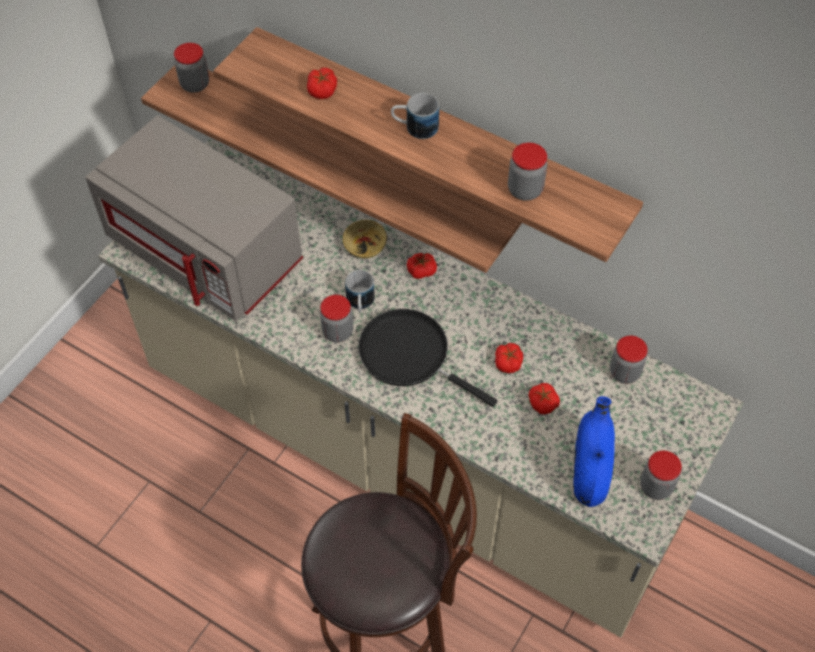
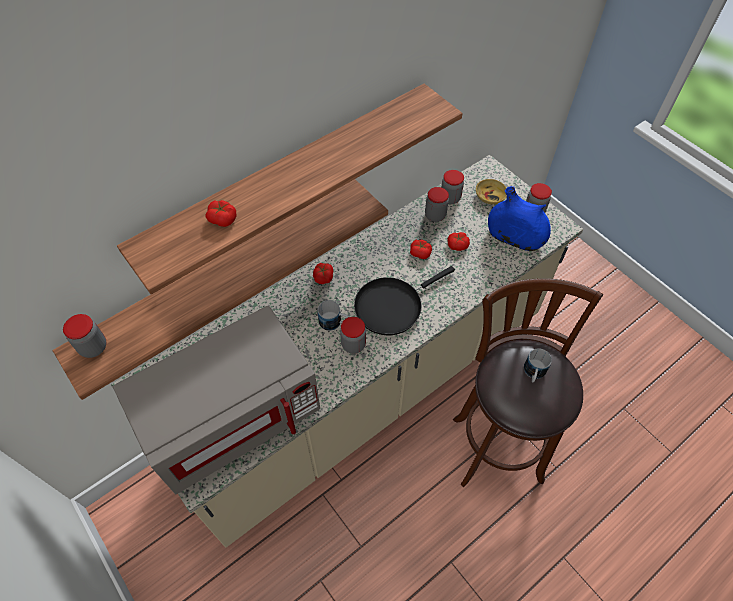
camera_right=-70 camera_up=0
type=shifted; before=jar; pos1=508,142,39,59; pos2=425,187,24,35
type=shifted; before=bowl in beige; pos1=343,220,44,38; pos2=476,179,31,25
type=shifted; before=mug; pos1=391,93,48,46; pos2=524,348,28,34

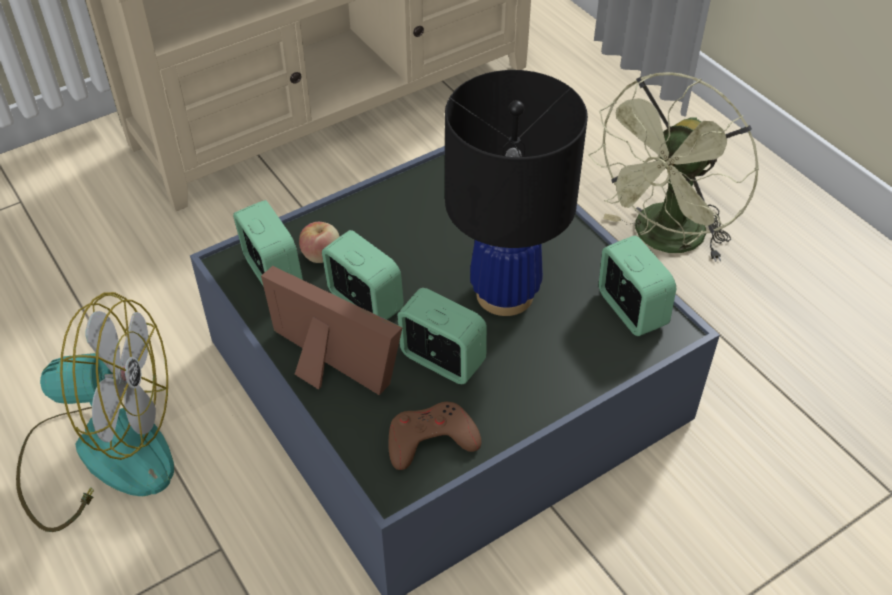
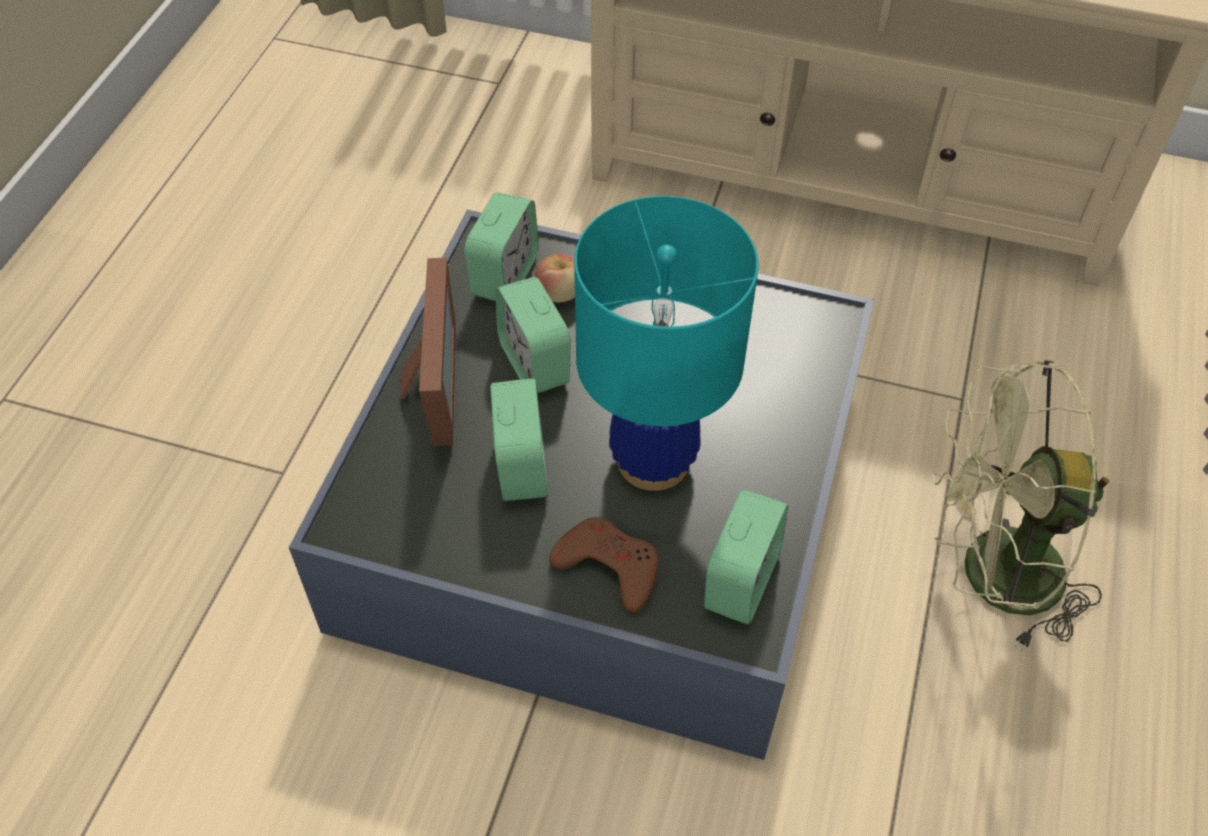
camera_right=50 camera_up=5
type=rotated; before=alarm clock; pos1=322,230,82,90; pos2=495,277,76,116; turn=150
type=shifted; before=game controller in brown; pos1=388,402,93,68; pos2=549,517,110,96
type=repainted; before=table lamp in black; after=table lamp in turquoise; pos1=445,70,143,246; pos2=574,196,185,295
type=gone; before=fan; pos1=16,292,158,240

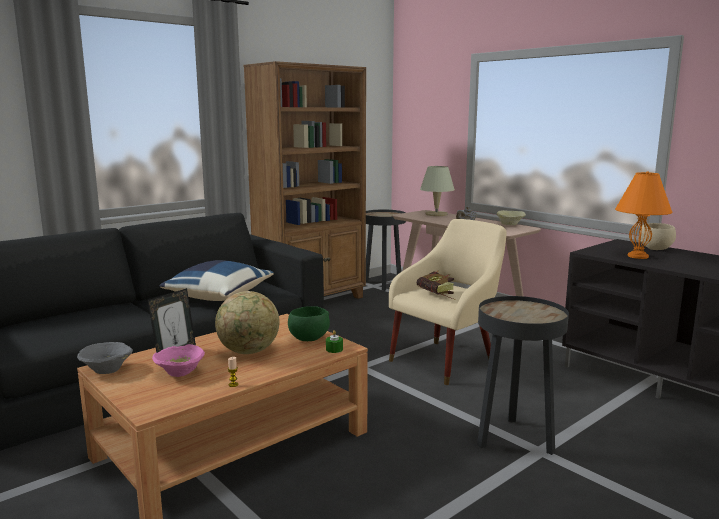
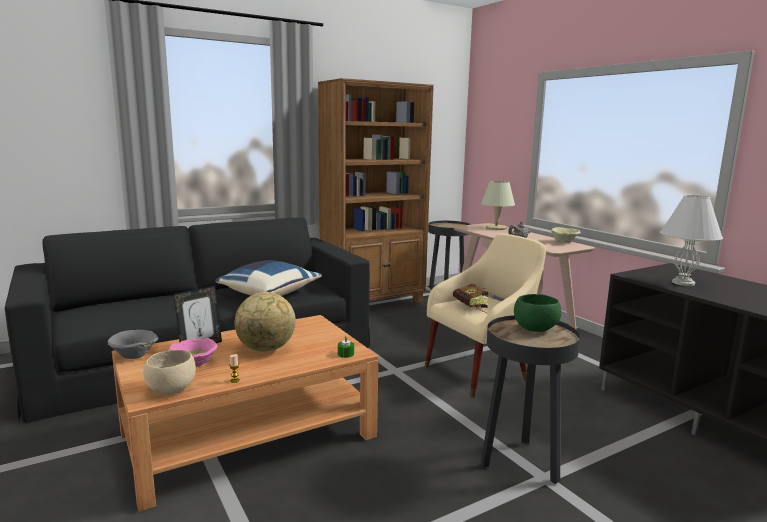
camera_right=10 camera_up=0
type=shifted; before=bowl in beige; pos1=639,223,37,27; pos2=143,350,53,45
type=shifted; before=bowl in green; pos1=288,306,42,35; pos2=514,294,47,38
type=repainted; before=table lamp in orange; after=table lamp in white; pos1=615,171,57,88; pos2=660,194,63,92

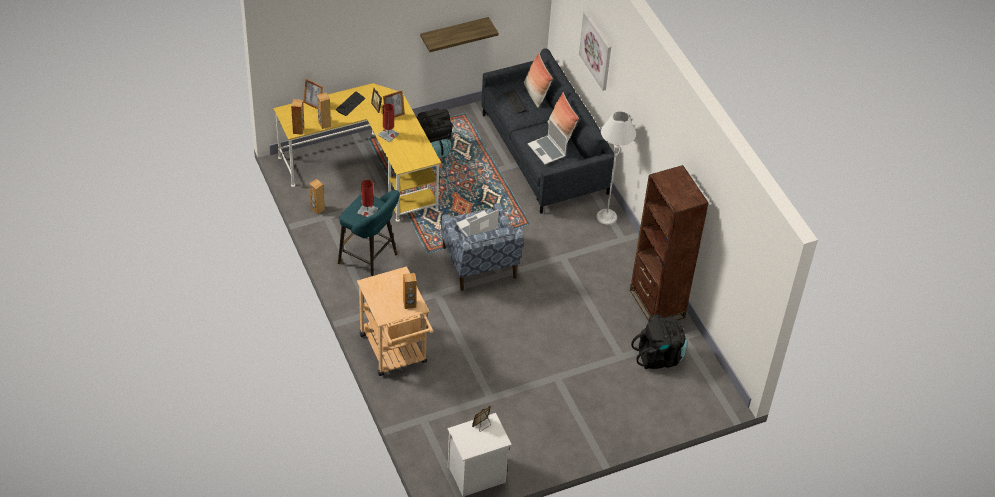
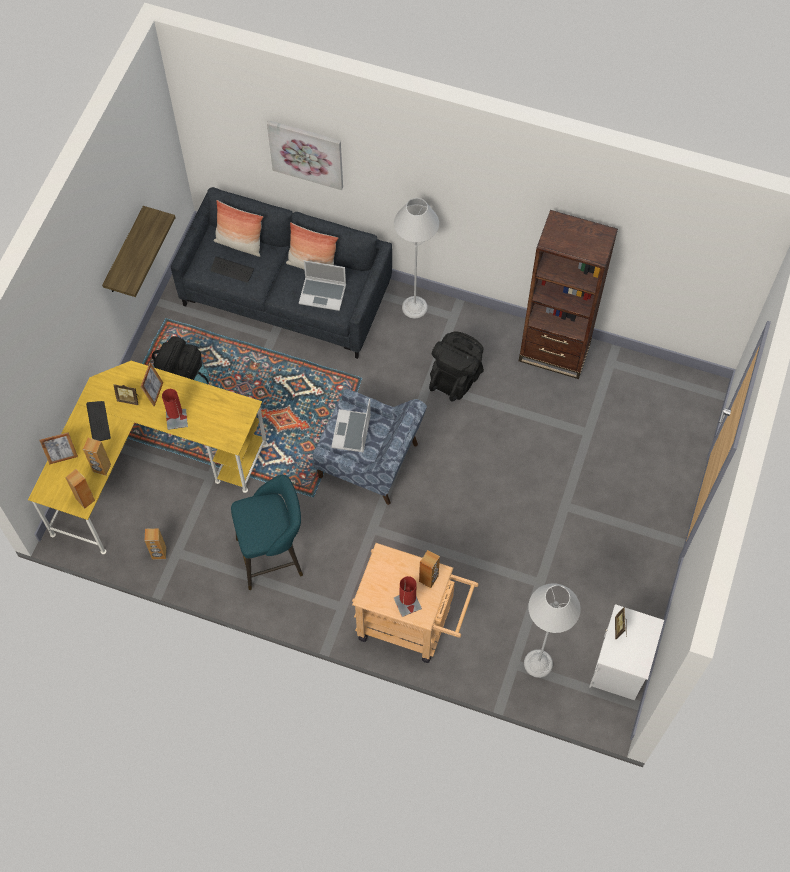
camera_right=-45 camera_up=15
type=shifted; before=table lamp in red; pos1=357,180,21,37; pos2=394,576,28,41
type=shifted; before=backpack in black; pos1=631,314,56,55; pos2=429,331,55,71
type=new; after=floor lamp in grey; pos2=524,583,57,95

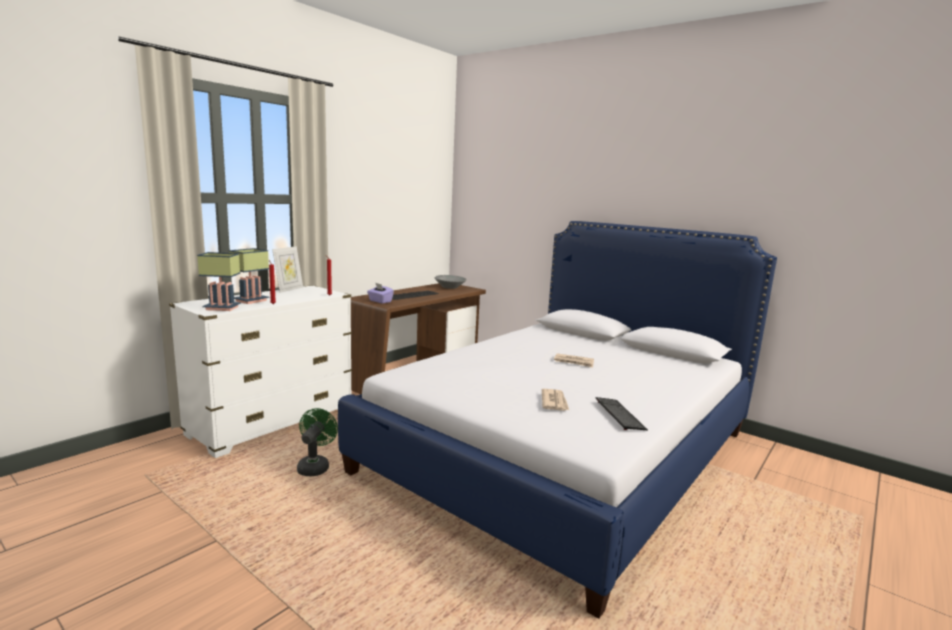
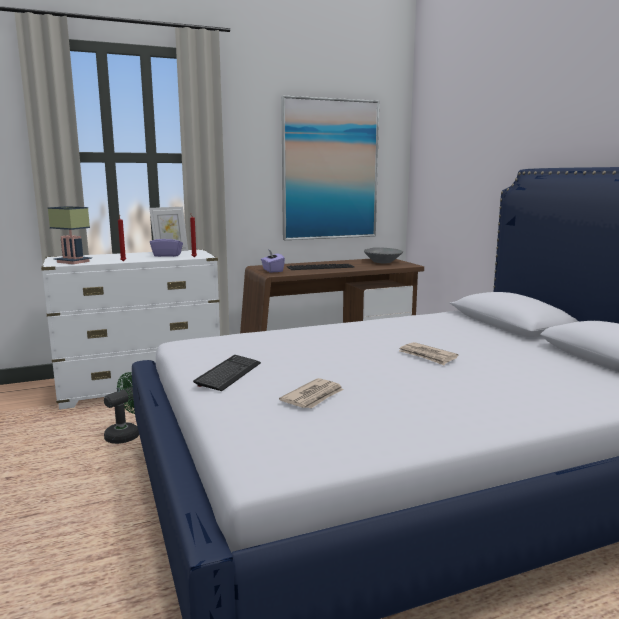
camera_right=30 camera_up=0
type=new; after=tissue box in purple; pos2=150,232,33,25
type=shifted; before=keyboard; pos1=596,397,52,33; pos2=193,355,68,36
type=new; after=picture; pos2=281,95,98,145
type=gone; before=table lamp; pos1=229,248,41,56

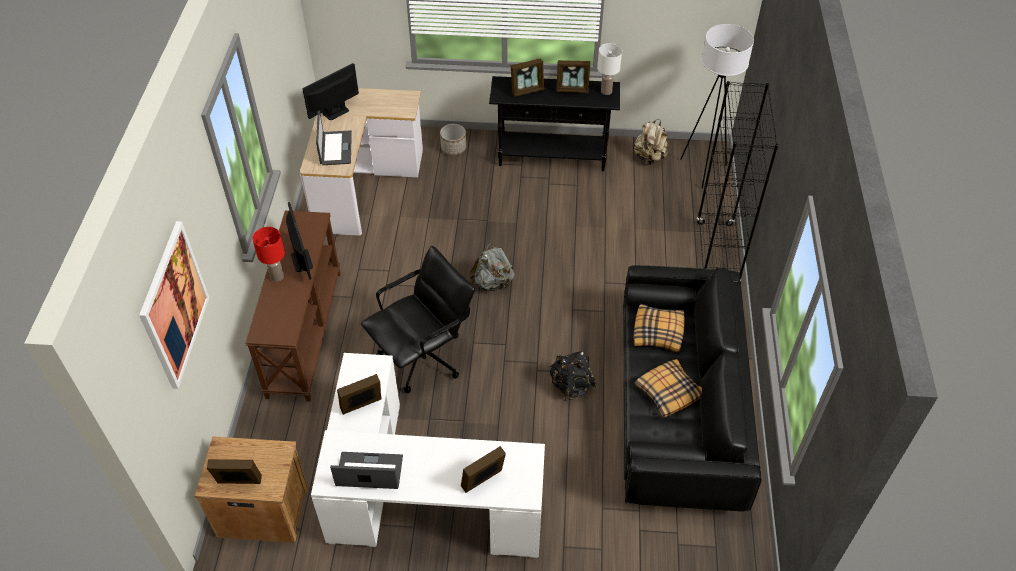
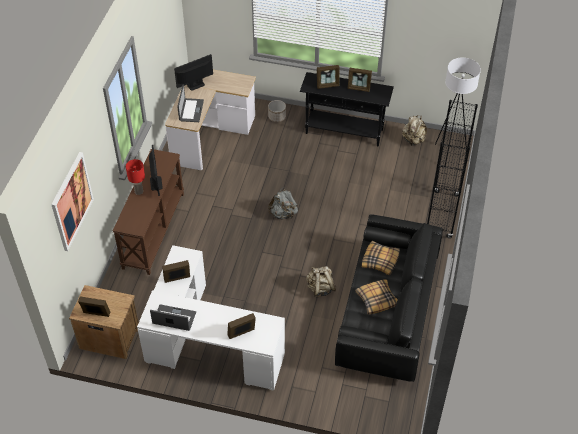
camera_right=10 camera_up=0
type=repainted; before=backpack in black; after=backpack in beige; pos1=550,351,47,49; pos2=306,266,31,31
type=gone; before=office chair in black; pos1=361,246,114,147
type=gone; before=table lamp in white; pos1=597,43,25,52

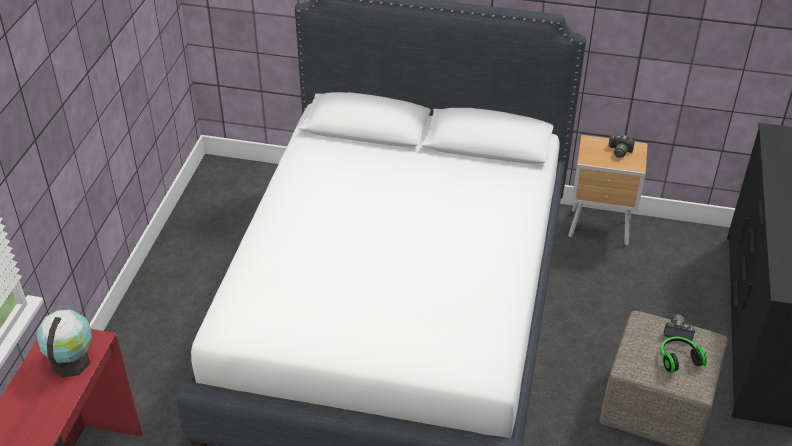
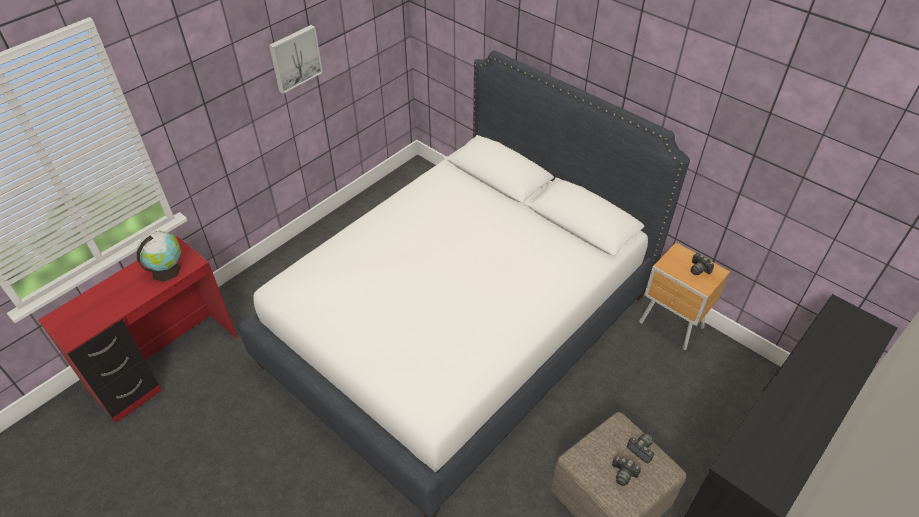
camera_right=30 camera_up=5
type=new; after=picture; pos2=269,25,54,69
type=swapped; before=headphones; after=photo camera; pos1=660,337,47,37; pos2=612,455,29,31

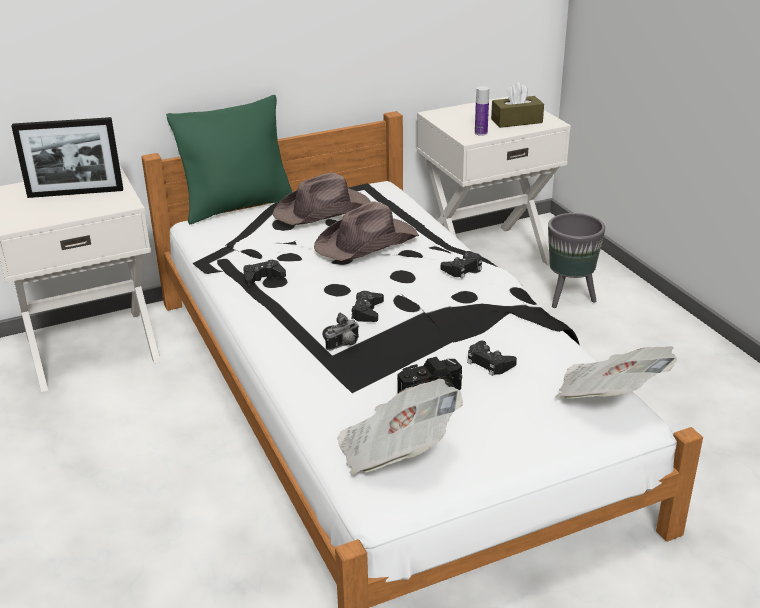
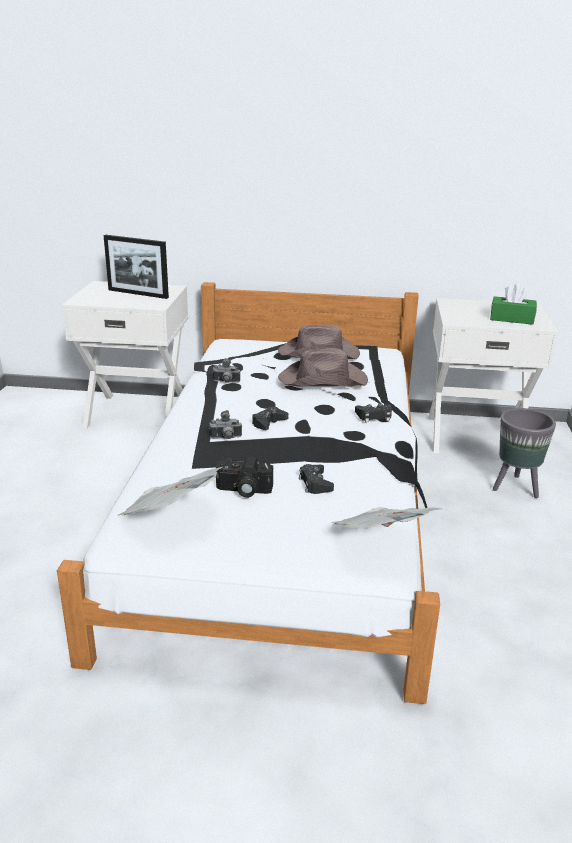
camera_right=30 camera_up=-5
type=swapped; before=game controller in black; after=photo camera; pos1=243,259,43,26; pos2=212,358,28,25
type=repainted; before=tissue box in brown; after=tissue box in green; pos1=491,82,53,46; pos2=490,283,47,42
type=gone; before=pillow in green; pos1=166,95,126,130
type=gone; before=bottle; pos1=475,86,14,50

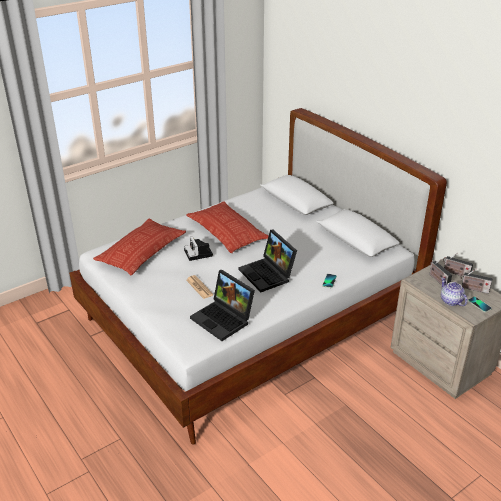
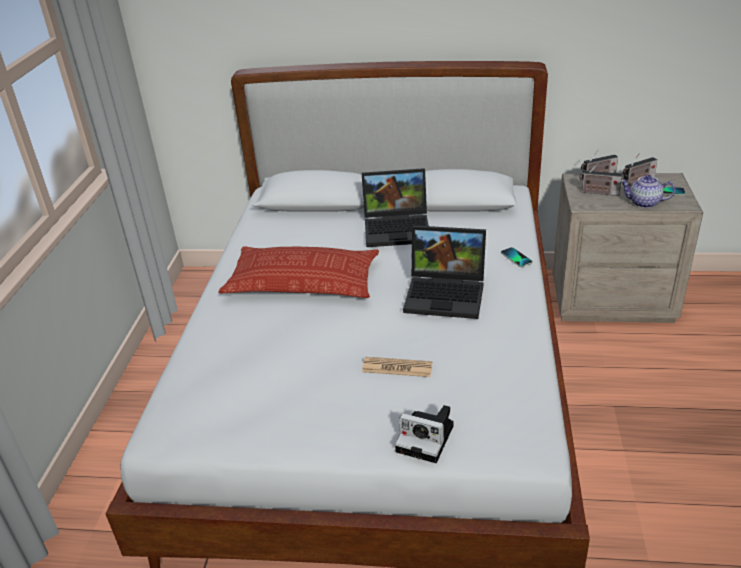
camera_right=-45 camera_up=0
type=shifted; before=laptop; pos1=190,270,65,71; pos2=362,168,67,79
type=shifted; before=photo camera; pos1=184,236,29,25; pos2=395,405,59,58
type=gone; before=pillow; pos1=93,219,93,56

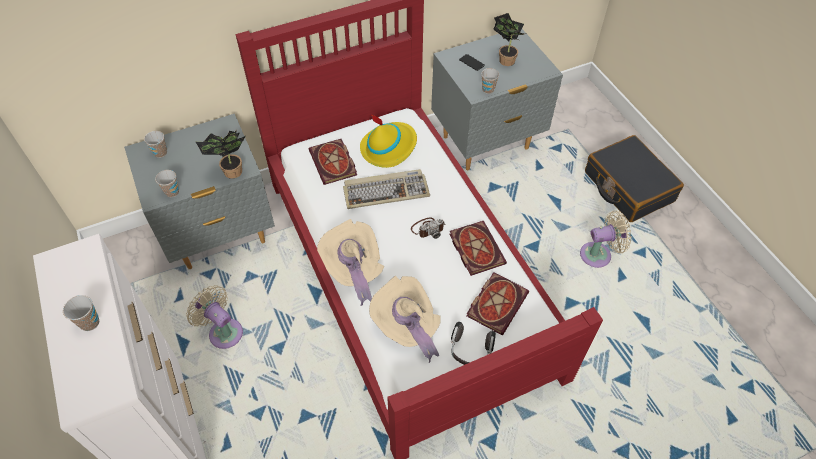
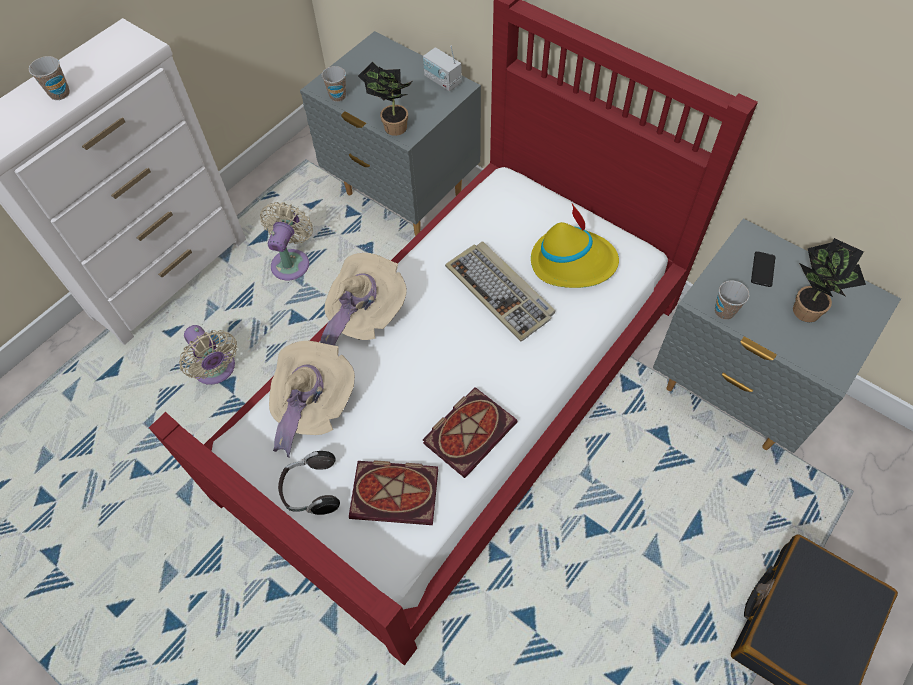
camera_right=65 camera_up=5
type=shifted; before=fan in beige; pos1=580,211,51,57; pos2=179,325,58,60
type=new; after=radio; pos2=423,46,39,45
type=gone; before=cup; pos1=144,131,23,27
type=gone; before=book; pos1=309,139,48,46
type=gone; before=photo camera; pos1=411,217,35,22

